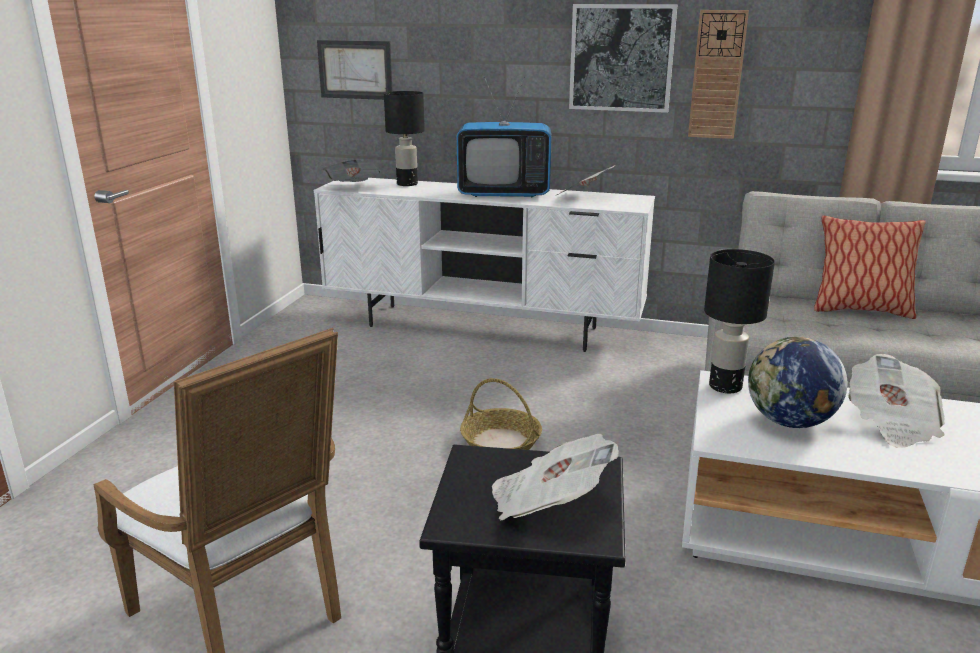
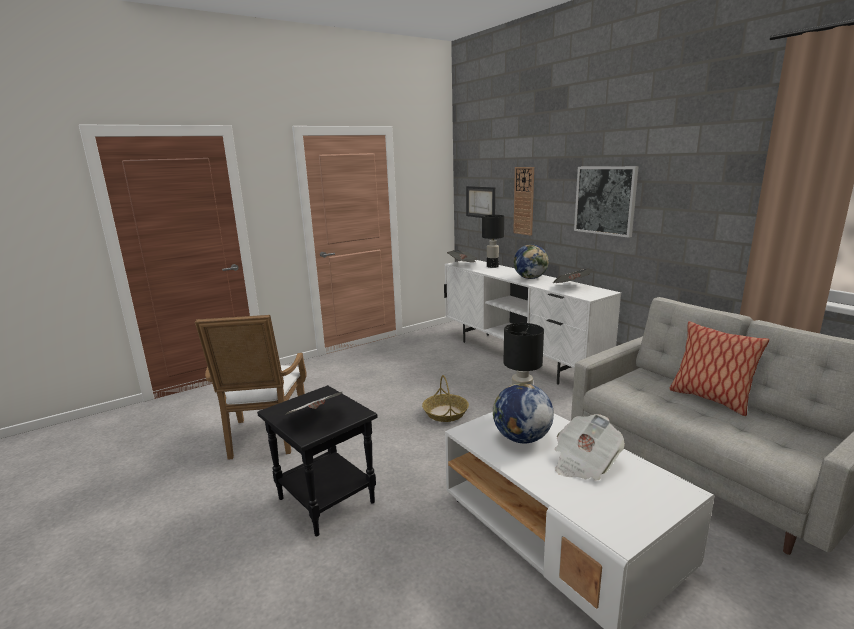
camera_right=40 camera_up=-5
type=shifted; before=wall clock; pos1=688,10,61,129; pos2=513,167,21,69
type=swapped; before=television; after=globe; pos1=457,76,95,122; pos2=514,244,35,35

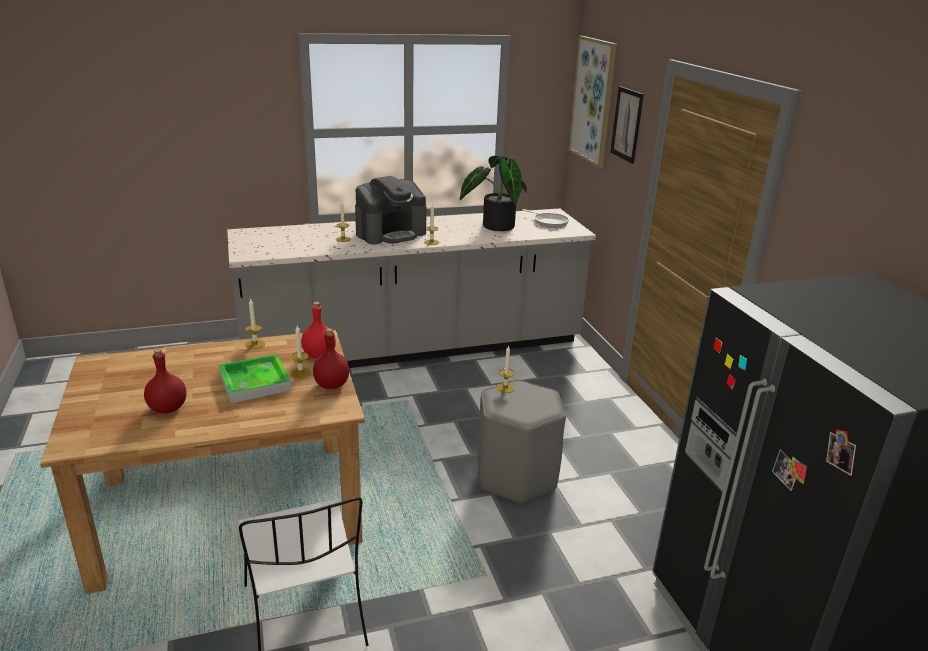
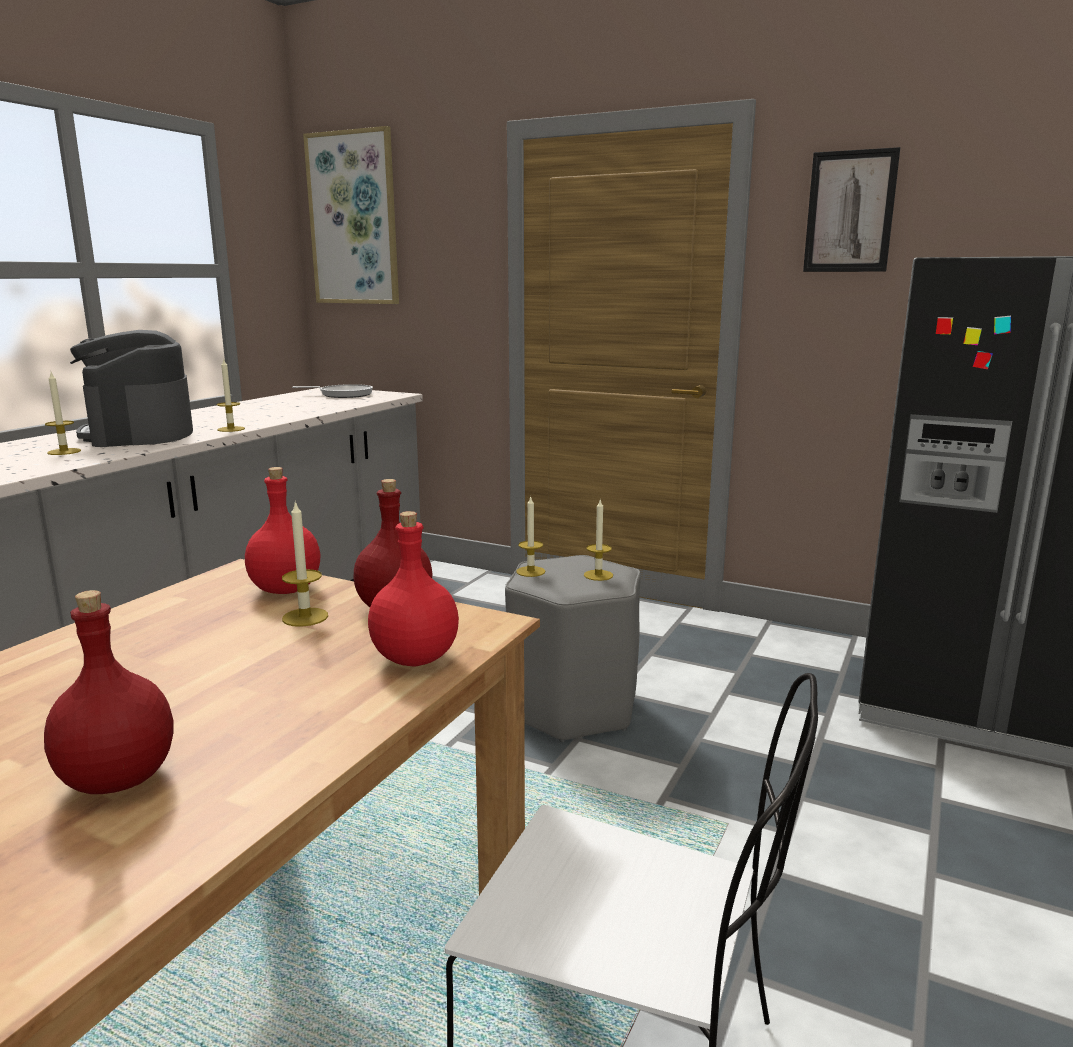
camera_right=-45 camera_up=-10
type=rotated; before=coffee machine; pos1=355,176,72,68; pos2=70,330,123,117; turn=150
type=new; after=bottle in red; pos2=368,511,91,156
type=shifted; before=candle; pos1=245,298,20,51; pos2=584,500,29,81
type=shifted; before=picture; pos1=610,86,34,78; pos2=803,147,97,125
type=gone; before=tray; pos1=219,354,72,49
type=gone; before=potted plant; pos1=460,155,67,76

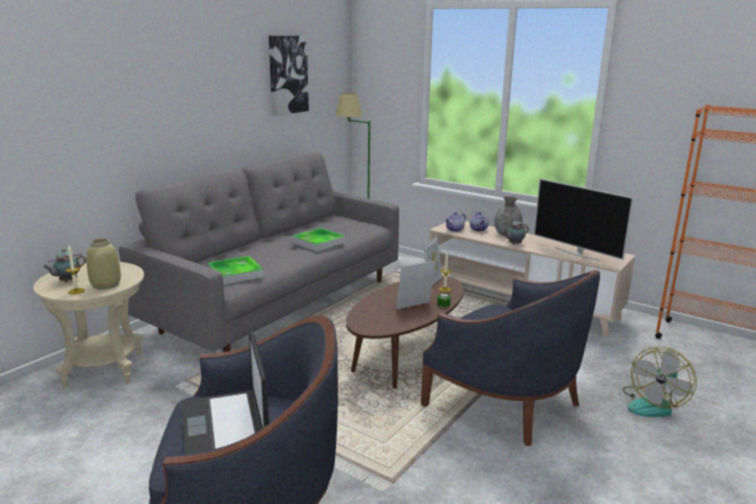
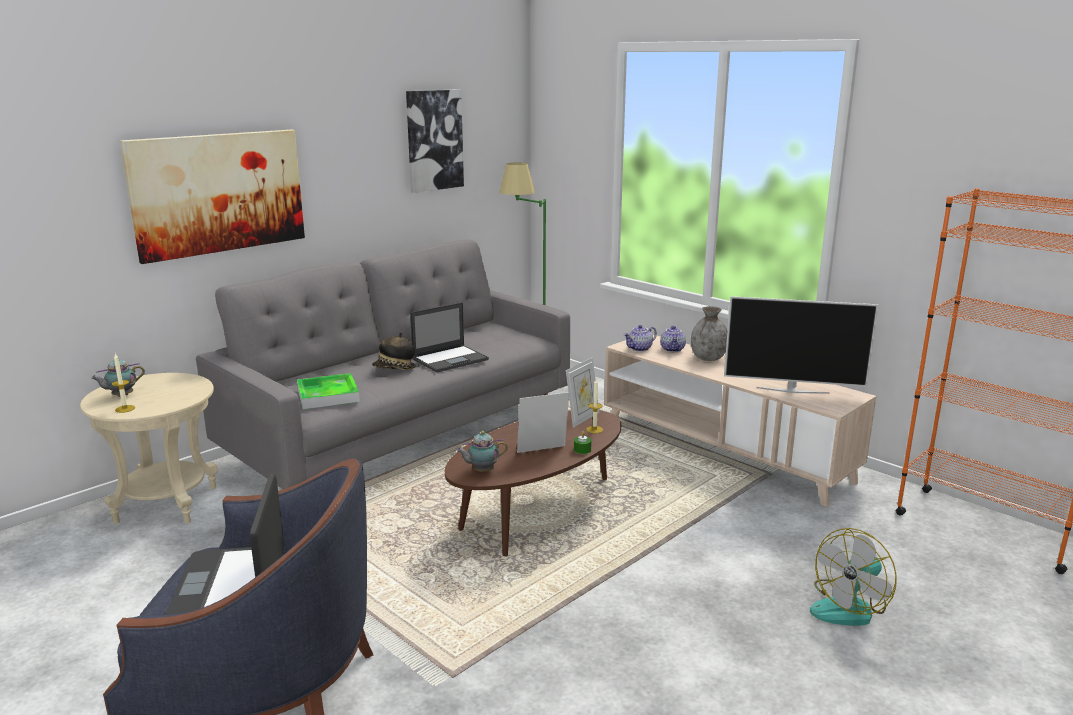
camera_right=10 camera_up=0
type=new; after=picture; pos2=120,130,185,134
type=new; after=hat; pos2=372,332,44,38
type=swapped; before=tray; after=laptop; pos1=292,228,53,24; pos2=410,302,79,71
type=shifted; before=teapot; pos1=503,219,26,26; pos2=456,431,52,41
type=rotated; before=television; pos1=534,178,100,83; pos2=724,296,154,98; turn=-45
type=gone; before=vase in beige; pos1=86,238,35,52
type=gone; before=armchair in blue; pos1=421,270,179,176

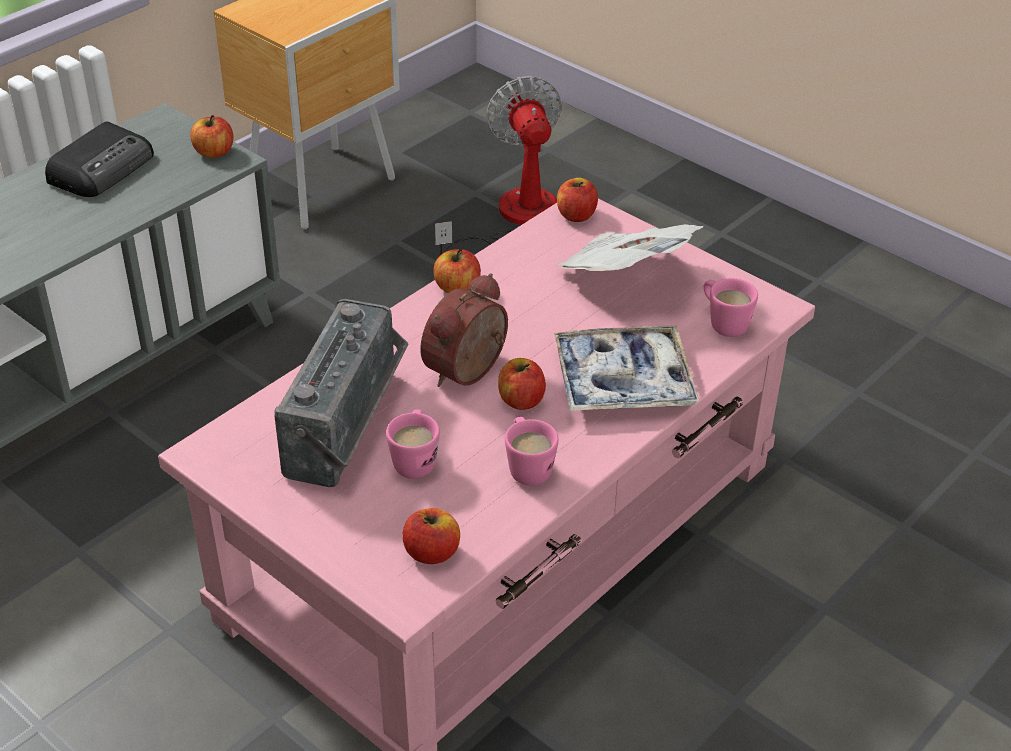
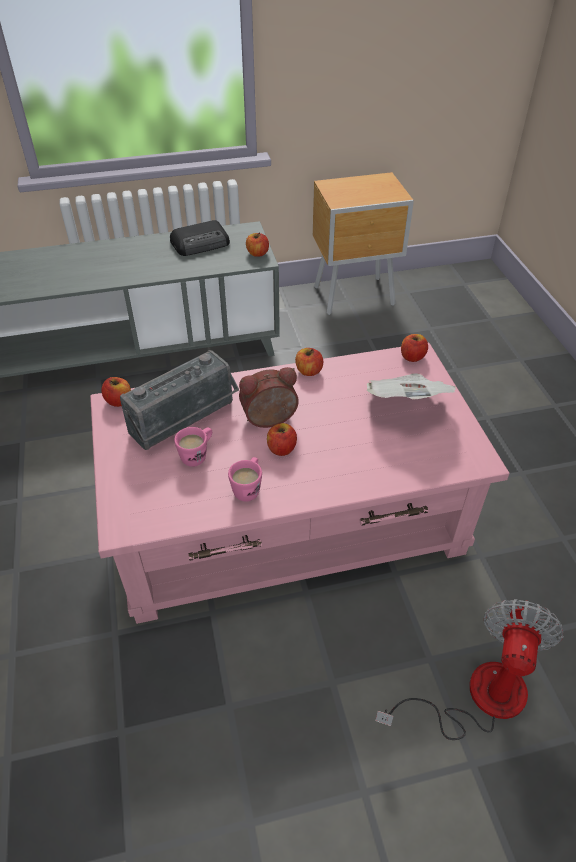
camera_right=35 camera_up=5
type=shifted; before=apple; pos1=402,508,58,56; pos2=102,377,29,30
type=shifted; before=fan; pos1=435,76,127,179; pos2=375,599,189,141
type=gone; before=tray; pos1=554,325,145,87
type=gone; before=mug in pink; pos1=704,278,54,59

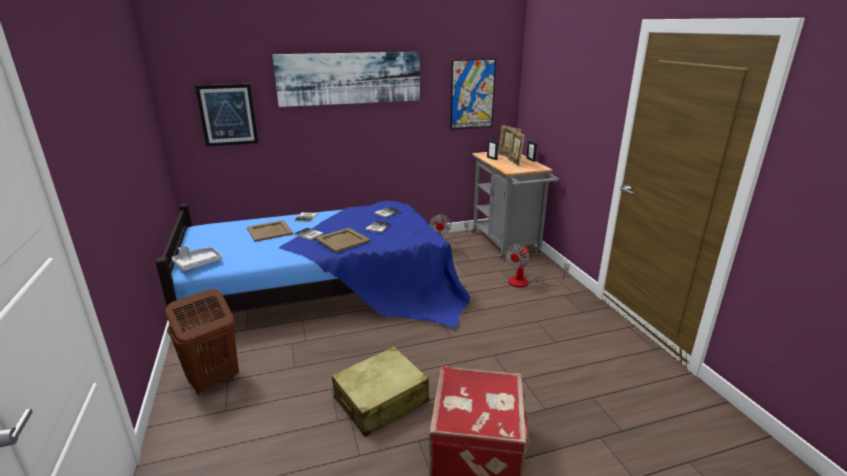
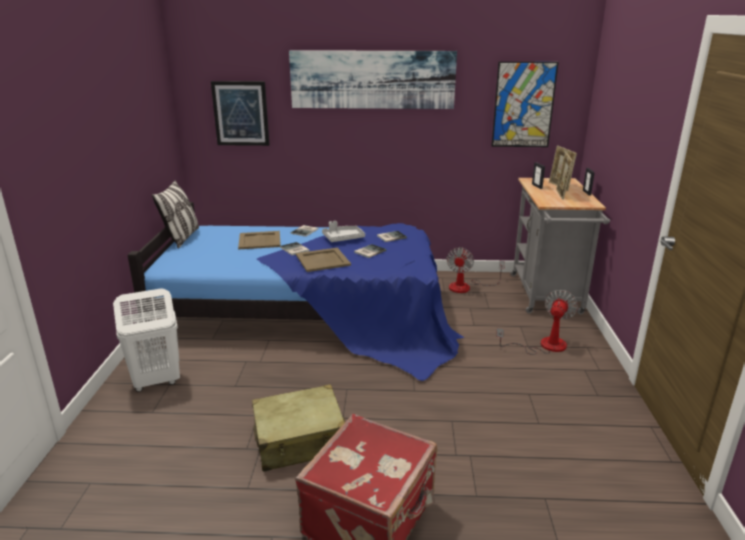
camera_right=20 camera_up=0
type=repainted; before=laundry basket in brown; after=laundry basket in white; pos1=165,289,74,106; pos2=113,288,67,104
type=new; after=pillow; pos2=152,180,47,69
type=shifted; before=tray in grey; pos1=172,246,50,25; pos2=322,221,43,21
type=rotated; before=fan; pos1=505,244,65,44; pos2=496,290,82,65; turn=150

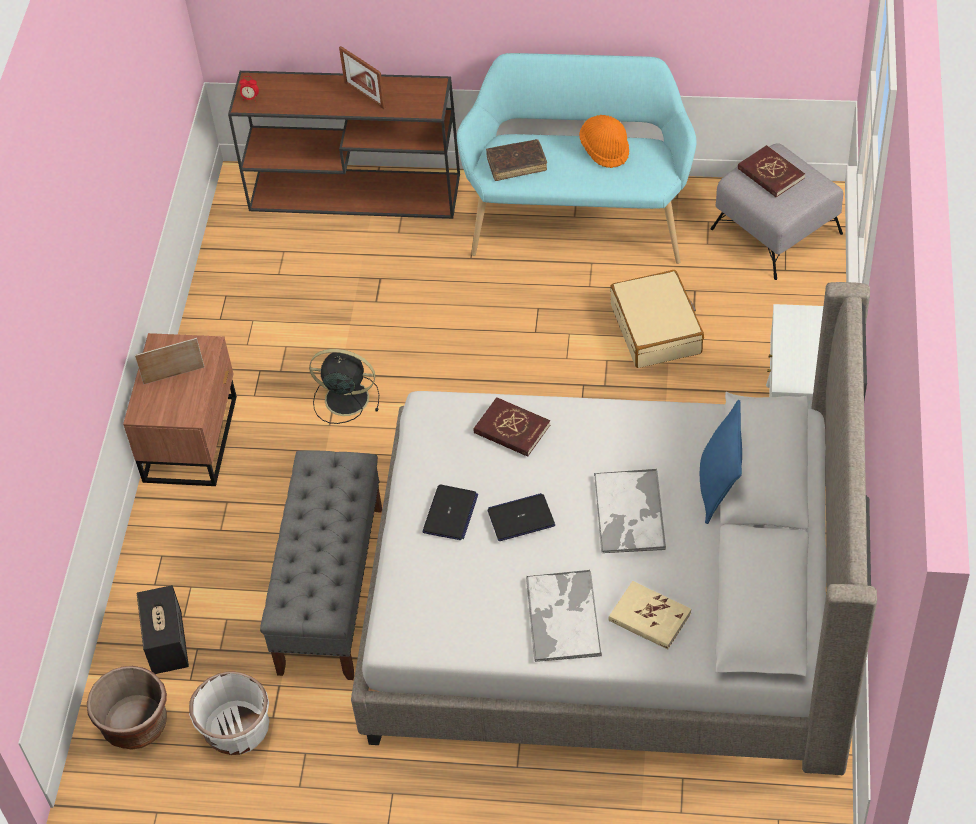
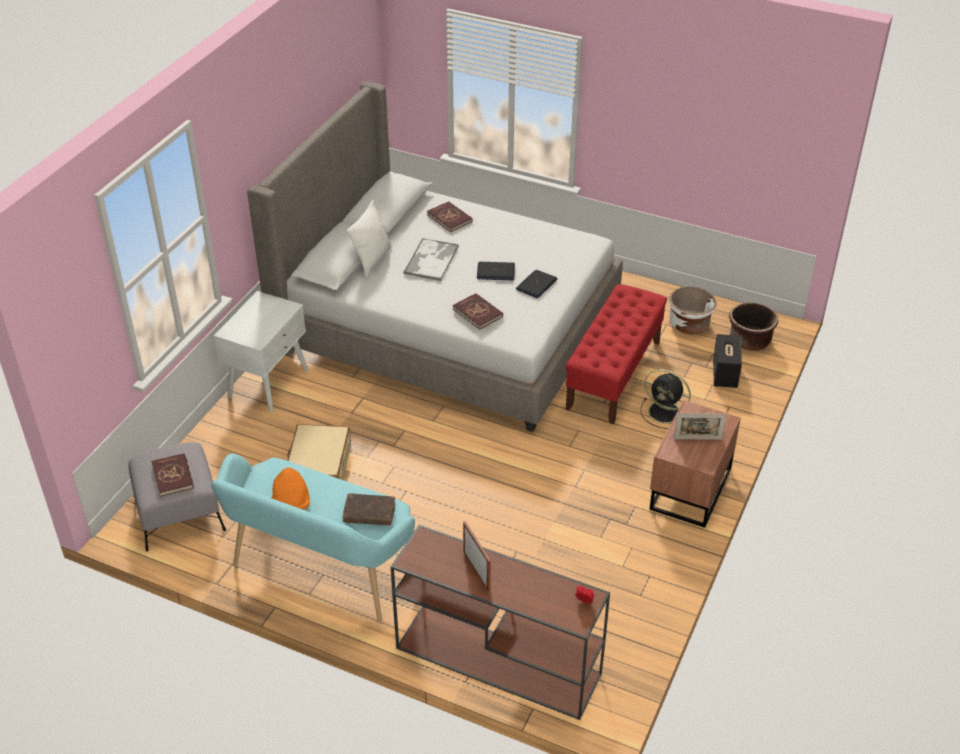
camera_right=-165 camera_up=-10
type=repainted; before=pillow in blue; after=pillow in white; pos1=700,400,42,124; pos2=346,200,47,78
type=repainted; before=book in beige; after=book in red; pos1=609,581,82,68; pos2=427,201,46,31
type=repainted; before=bench in grey; after=bench in red; pos1=260,450,122,230; pos2=565,284,102,140
type=shifted; before=fan in black; pos1=309,349,70,75; pos2=641,369,50,60
type=gone; before=tray; pos1=526,570,76,92

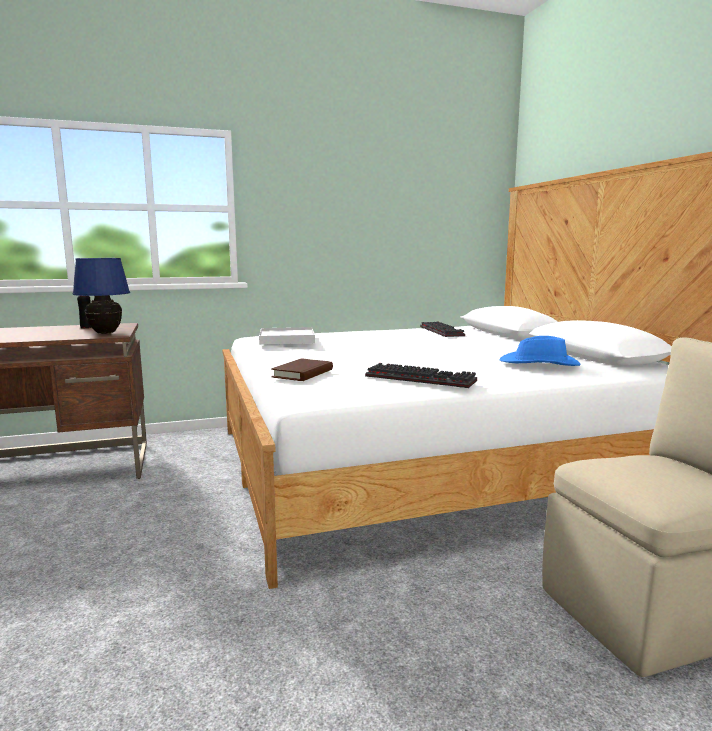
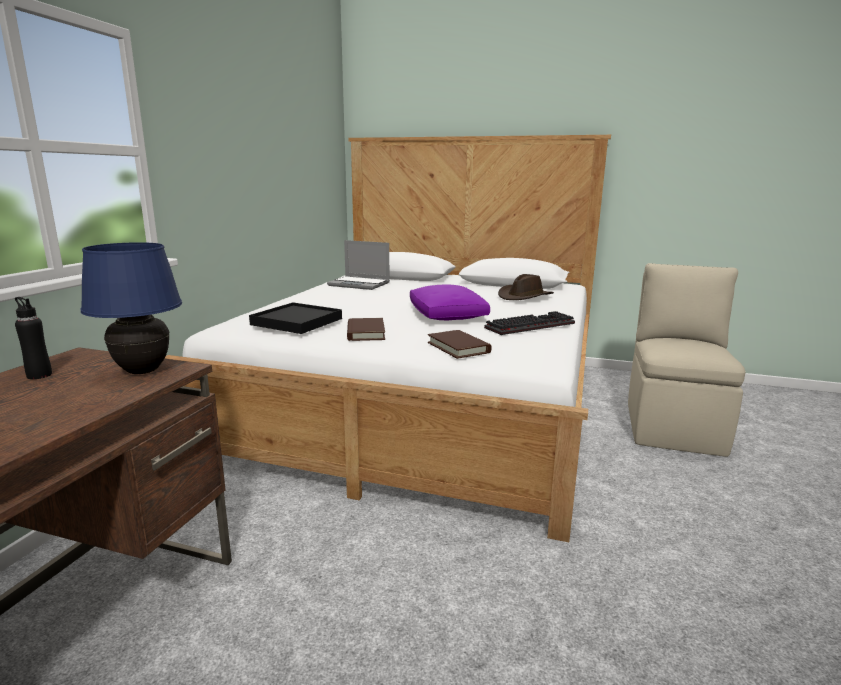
camera_right=-55 camera_up=5
type=repainted; before=tray in white; after=tray in black; pos1=259,327,56,18; pos2=249,303,93,31
type=swapped; before=keyboard; after=laptop; pos1=420,322,45,15; pos2=327,240,63,50
type=new; after=book in brown; pos2=347,318,38,23
type=new; after=pillow in purple; pos2=410,285,80,35
type=repainted; before=hat in blue; after=hat in brown; pos1=499,336,82,30; pos2=498,274,56,26

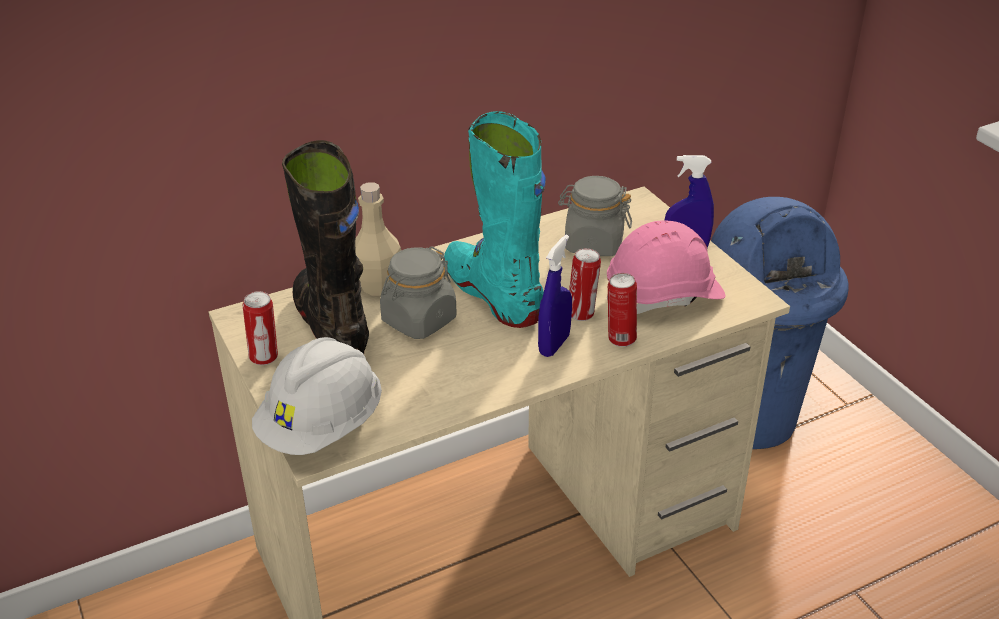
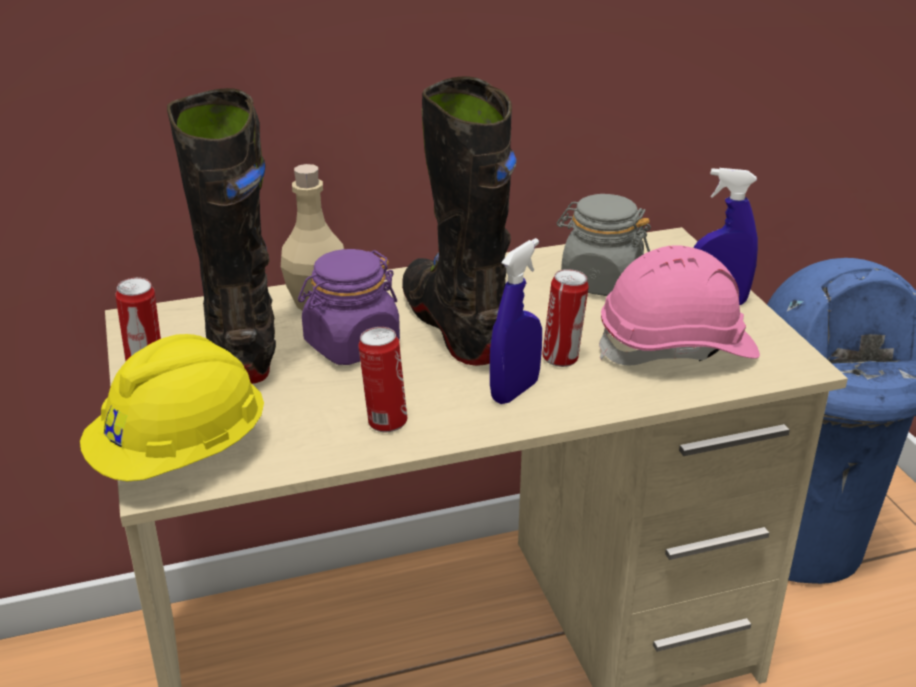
camera_right=10 camera_up=-5
type=repainted; before=hard hat in white; after=hard hat in yellow; pos1=252,337,130,118; pos2=80,334,184,147
type=repainted; before=jar in grey; after=jar in purple; pos1=380,247,77,92; pos2=298,249,102,116
type=shifted; before=can; pos1=608,273,29,74; pos2=358,327,49,105
type=repainted; before=boot in turquoise; after=boot in black; pos1=444,111,102,217; pos2=402,76,115,290

